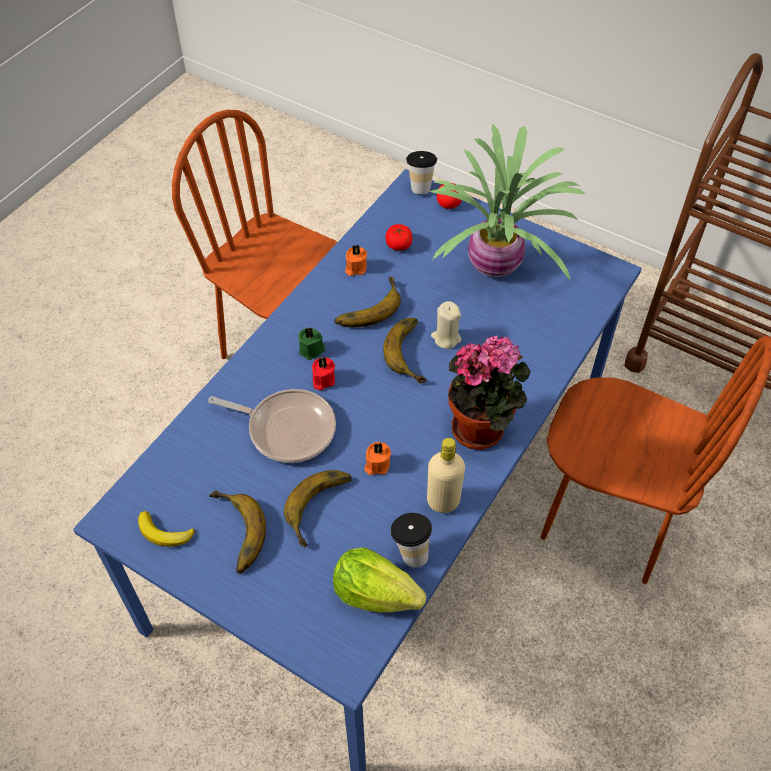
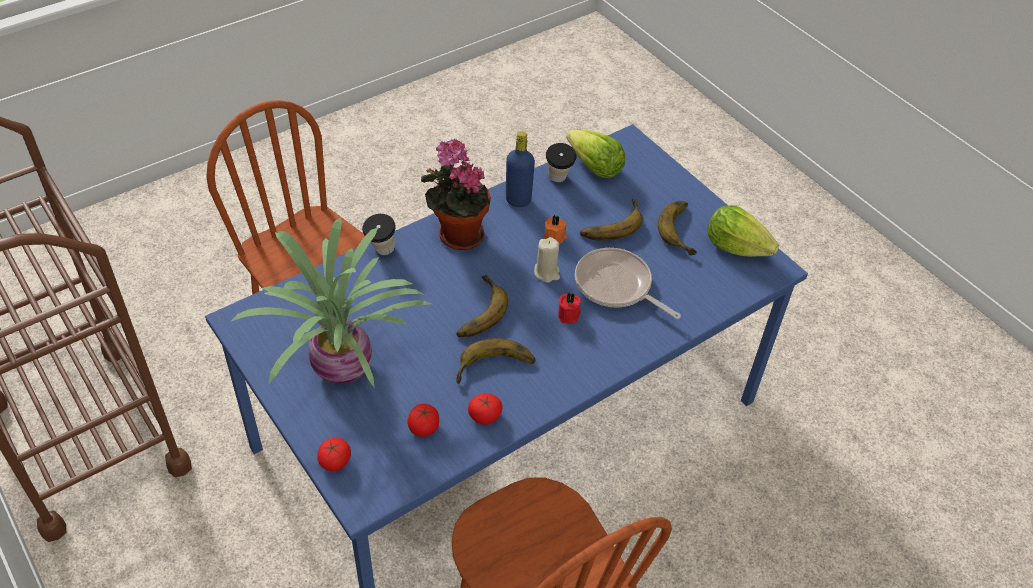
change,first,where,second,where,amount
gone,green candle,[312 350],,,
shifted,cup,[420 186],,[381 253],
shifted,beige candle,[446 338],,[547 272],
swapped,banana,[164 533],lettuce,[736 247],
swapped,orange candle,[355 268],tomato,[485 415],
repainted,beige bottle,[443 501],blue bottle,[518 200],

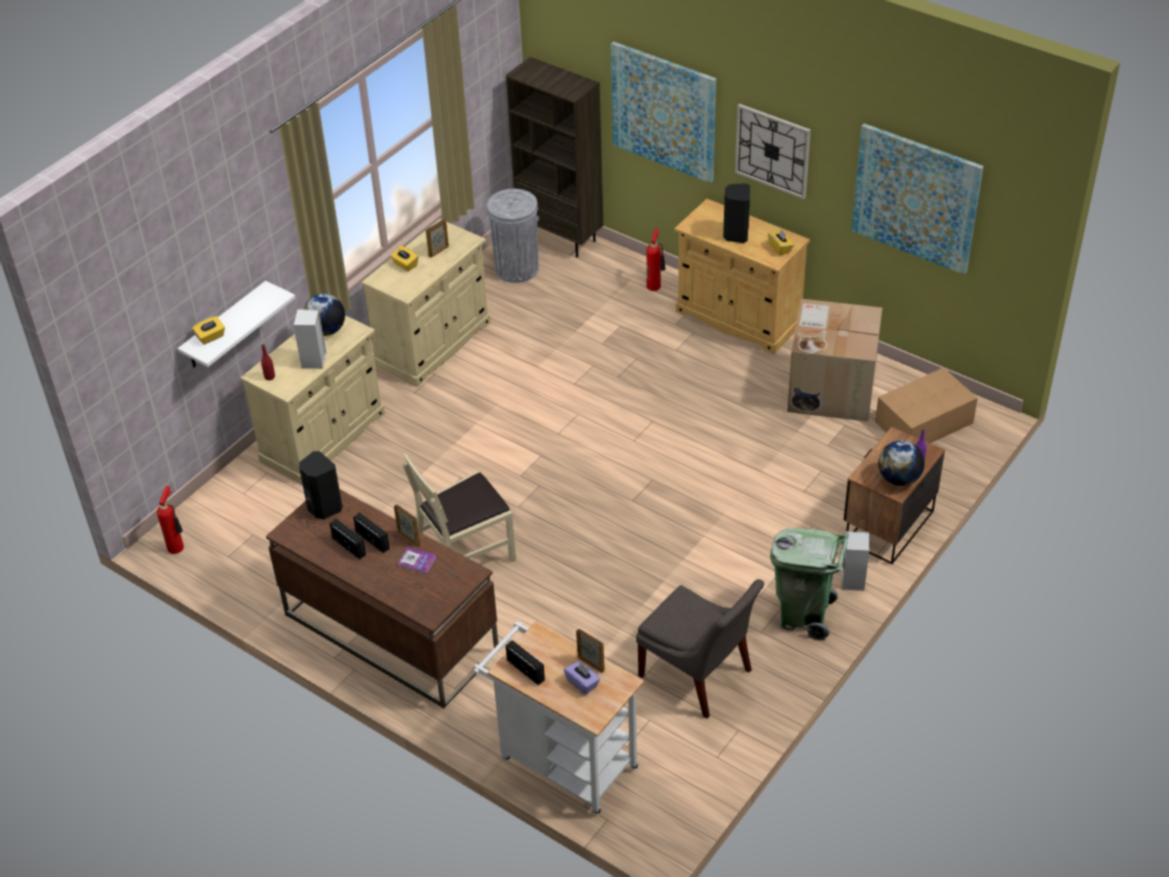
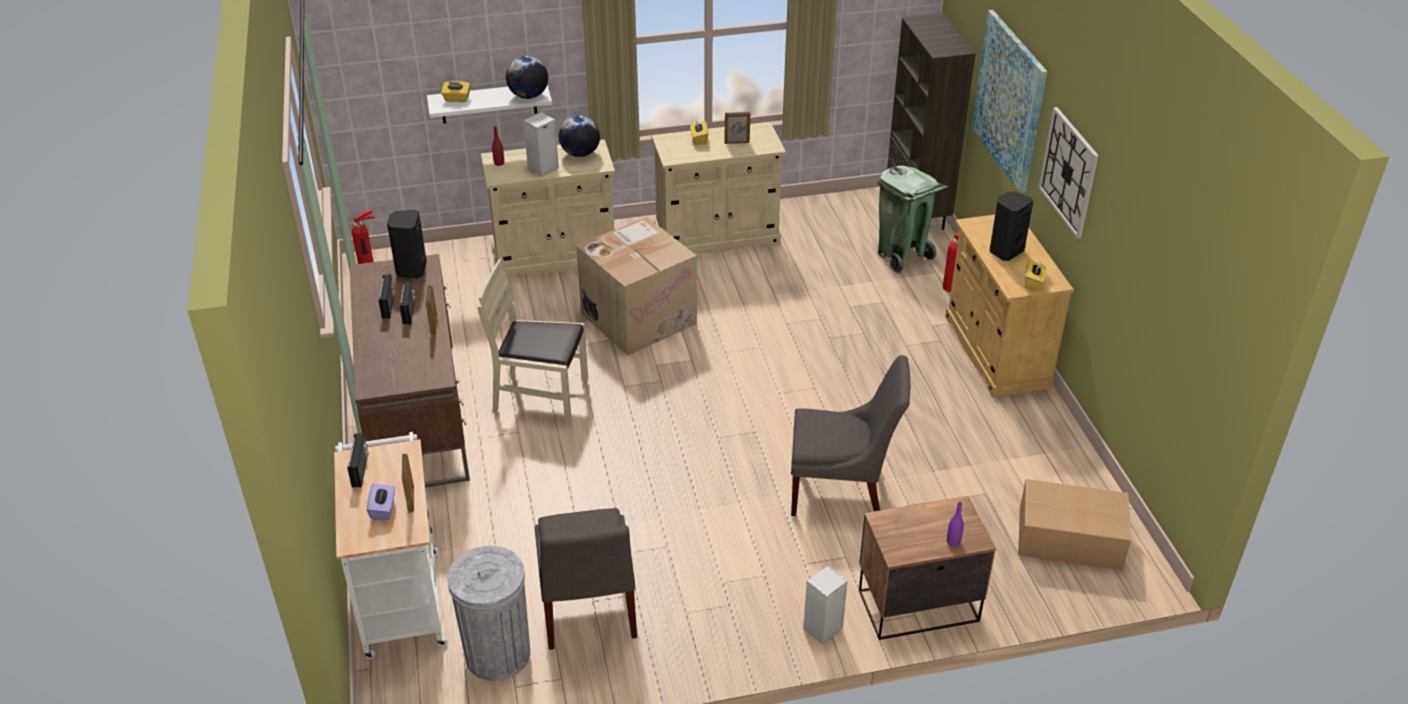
change,first,where,second,where,amount
gone,book,[417 561],,,
gone,picture,[916 198],,,
new,,,grey chair,[842 492],
shifted,grey trash can,[517 269],,[498 654],
shifted,green trash can,[804 615],,[902 255],
shifted,cardboard box,[830 388],,[639 317],
shifted,globe,[899 479],,[528 96],

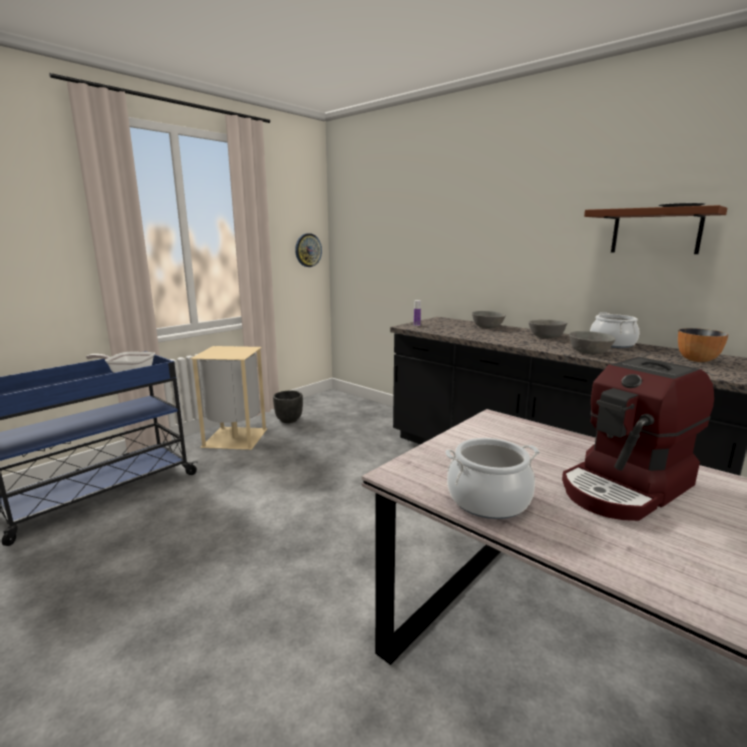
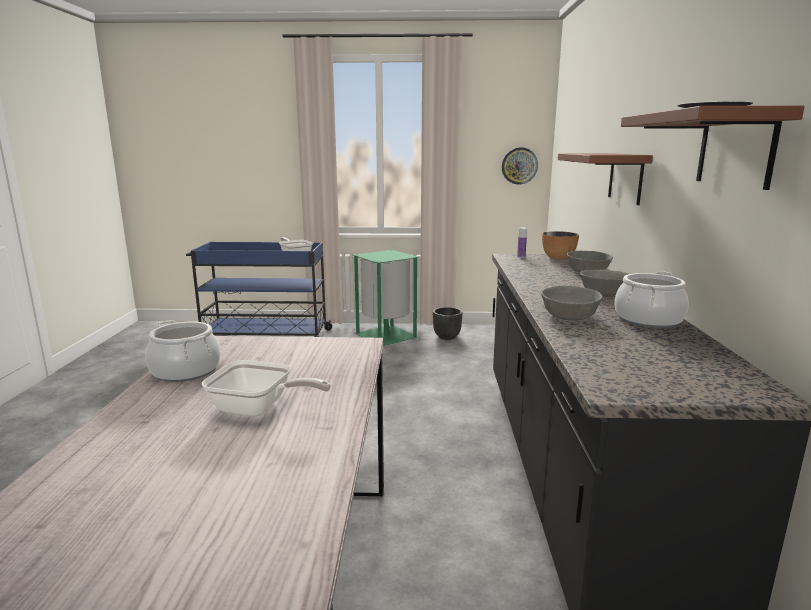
change,first,where,second,where,amount
new,,,brown shelf,[625 177],
shifted,bowl,[697 360],,[558 258],
swapped,coffee machine,[627 488],frying pan,[258 409],
repainted,beige trash can,[236 438],green trash can,[387 335],

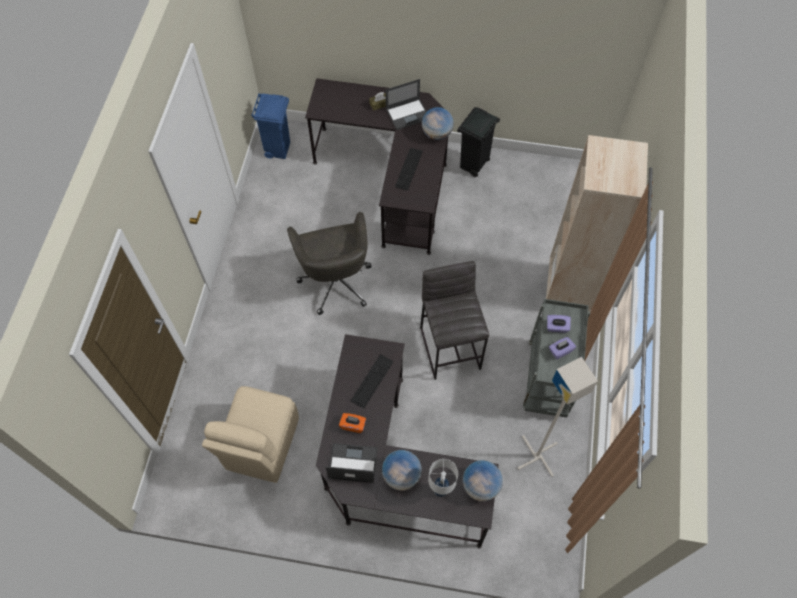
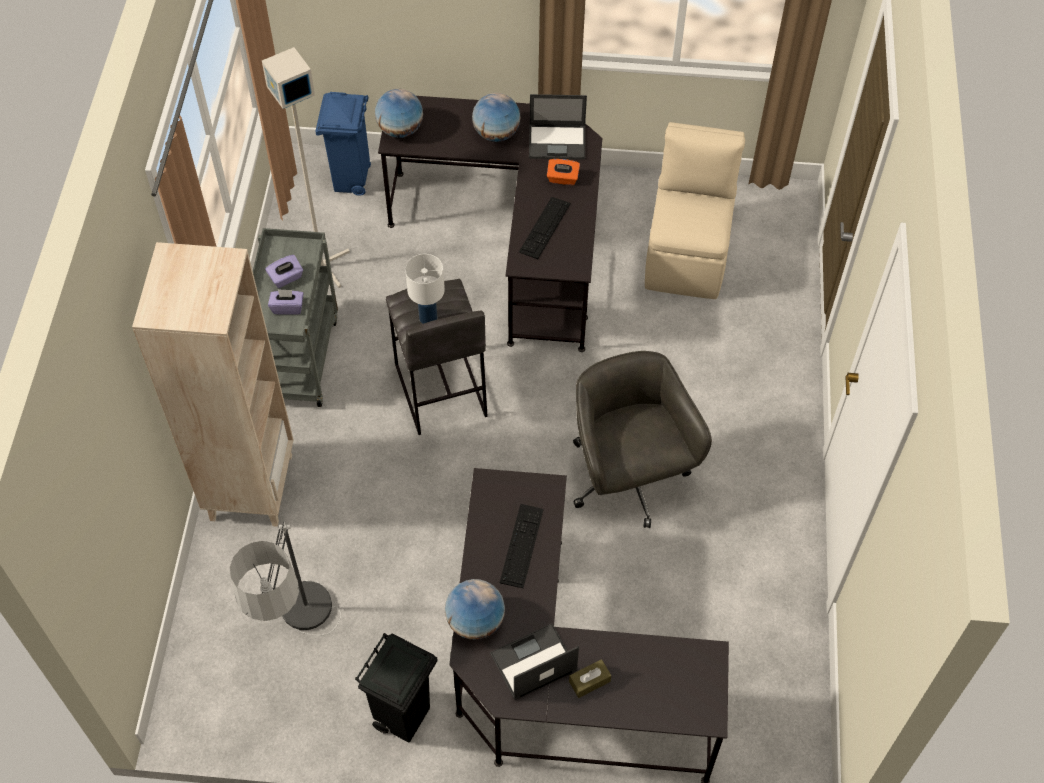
change,first,where,second,where,amount
new,,,floor lamp,[305 646],
shifted,blue trash can,[278 149],,[351 181],
shifted,white table lamp,[441 490],,[427 317],

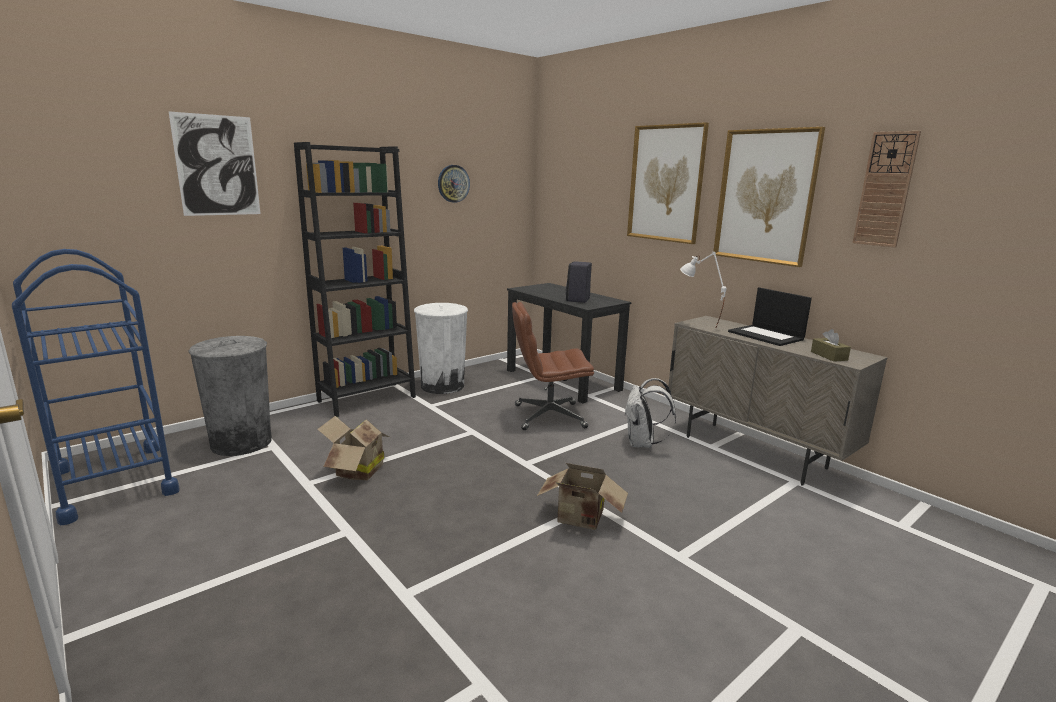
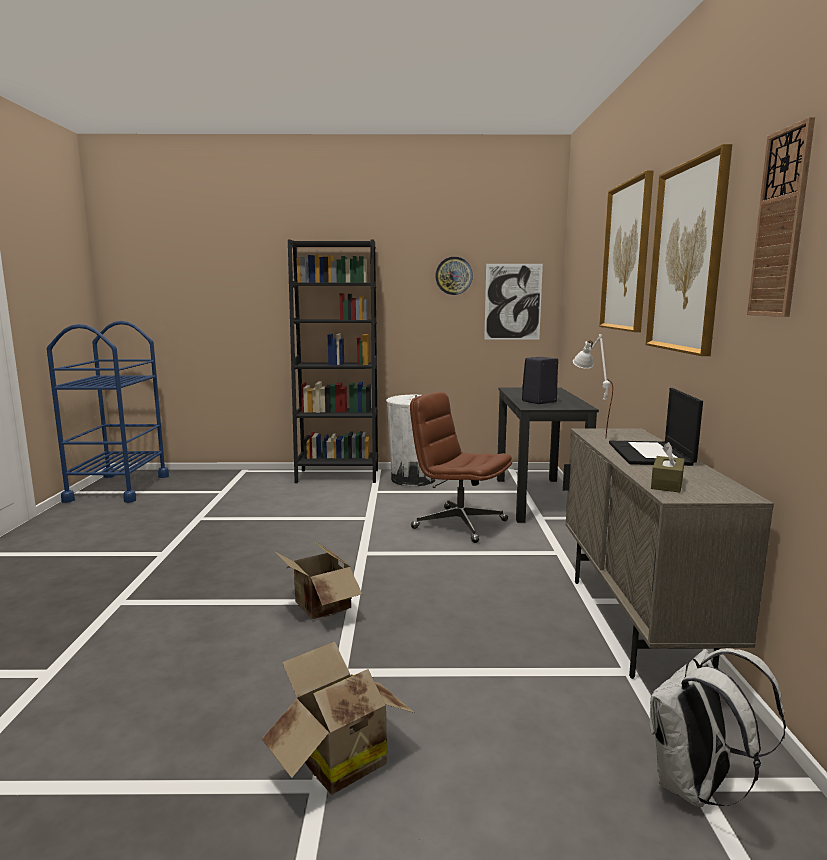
change,first,where,second,where,amount
gone,grey trash can,[241 442],,,
shifted,picture,[217 165],,[513 302],
shifted,cardboard box,[356 471],,[336 759],
shifted,white backpack,[642 444],,[696 787],

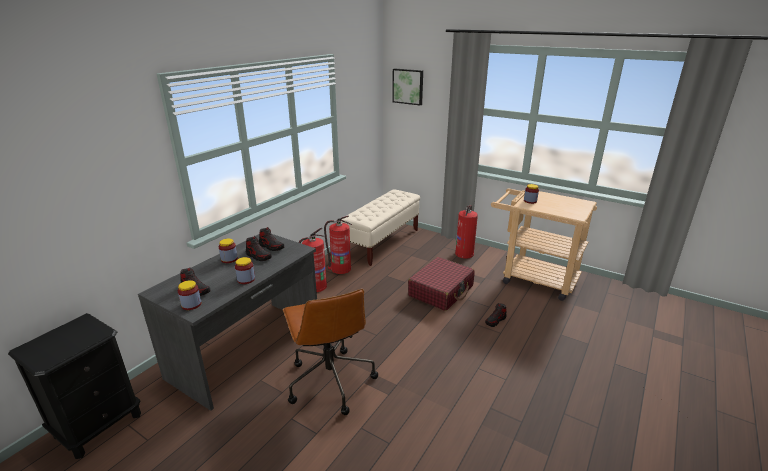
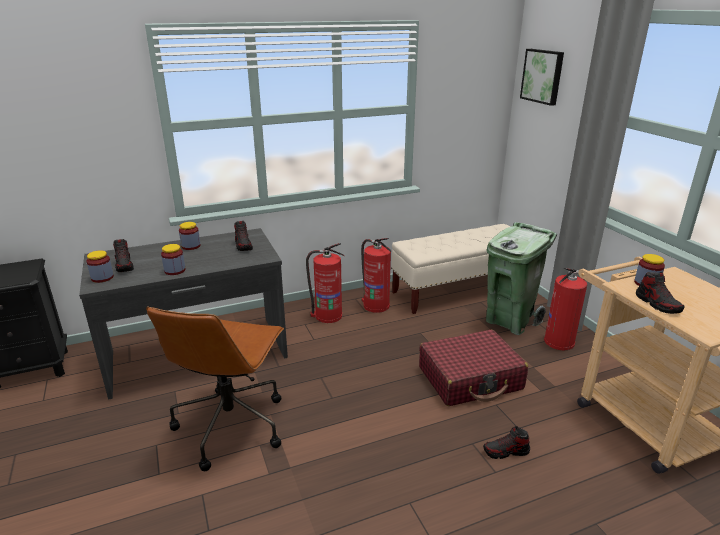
change,first,where,second,where,amount
new,,,green trash can,[510 321],
shifted,shoe,[258 256],,[657 304],

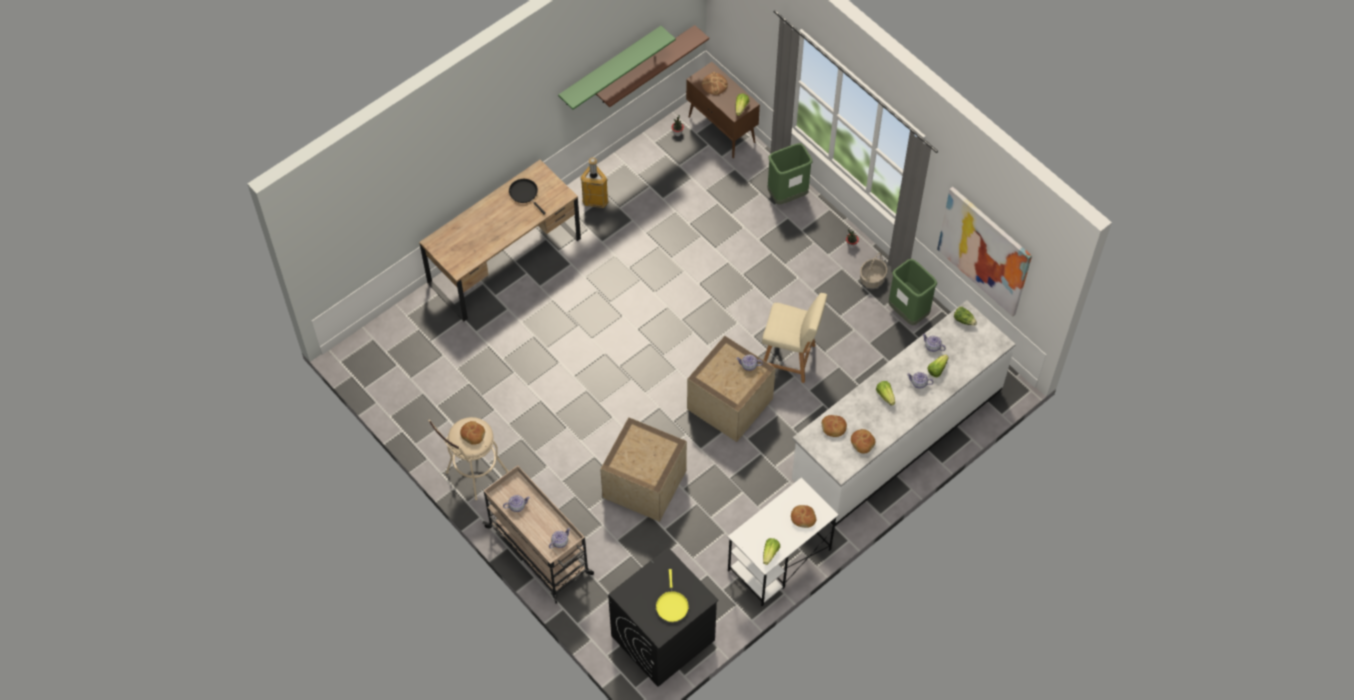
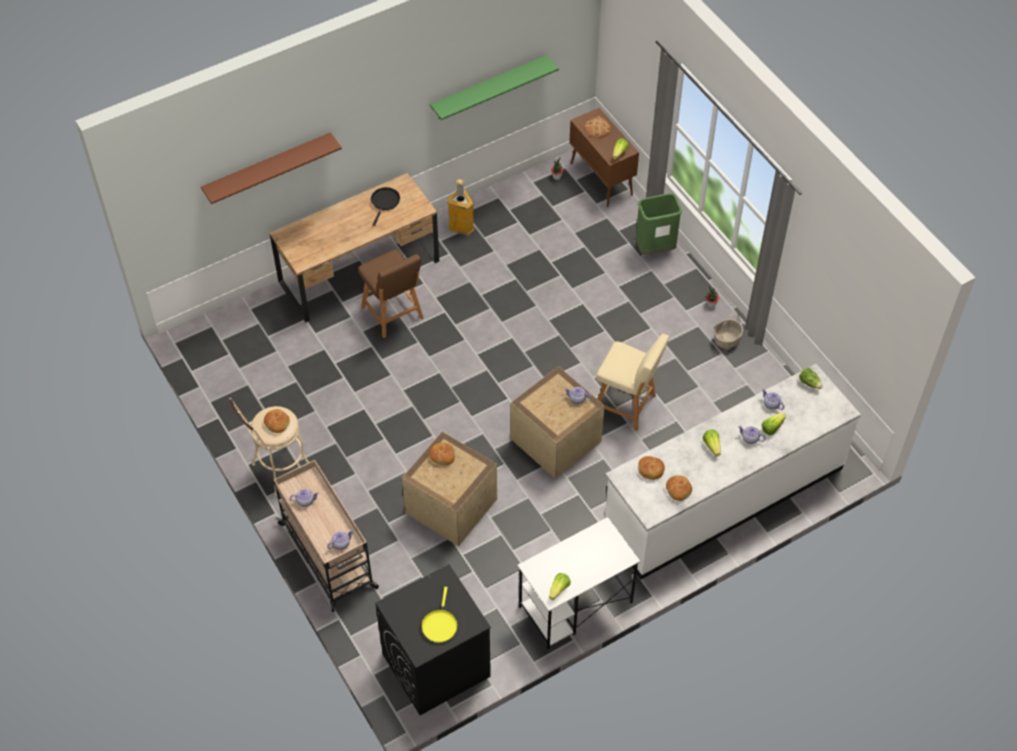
change,first,where,second,where,amount
gone,green trash can,[908 312],,,
gone,picture,[984 251],,,
new,,,brown stool,[394 315],
shifted,brown shelf,[645 65],,[267 167],
shifted,bread,[803 518],,[442 456],
rotated,black frying pan,[525 194],,[384 202],45 degrees clockwise

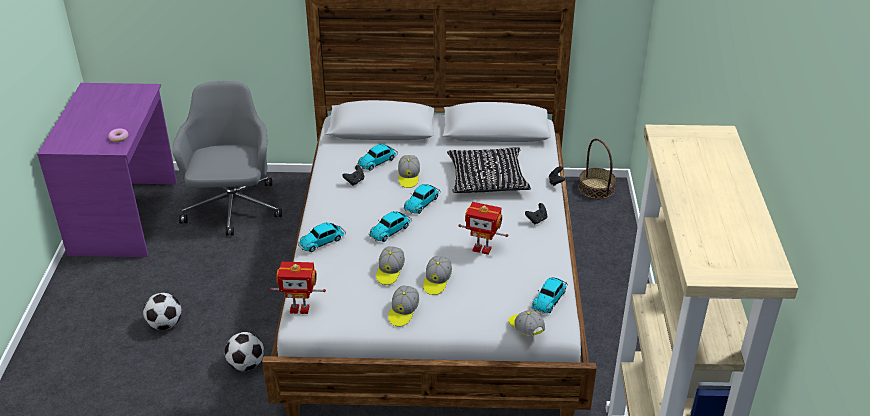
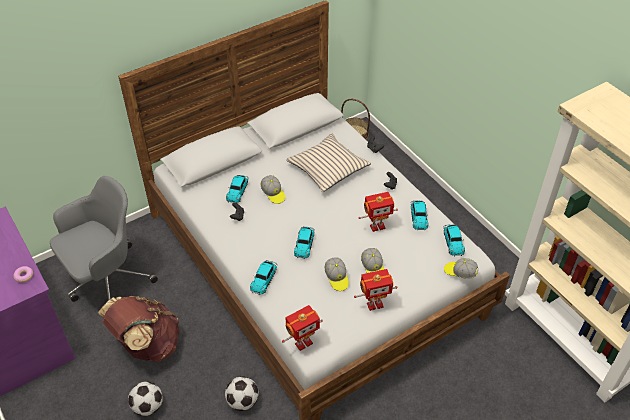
change,first,where,second,where,amount
new,,,brown backpack,[147 345],
shifted,toy car,[422 202],,[418 216],
swapped,cap,[403 312],toy robot,[374 304],
repainted,black pillow,[487 178],beige pillow,[327 168],
rotated,grey office chair,[233 209],,[107 279],90 degrees clockwise

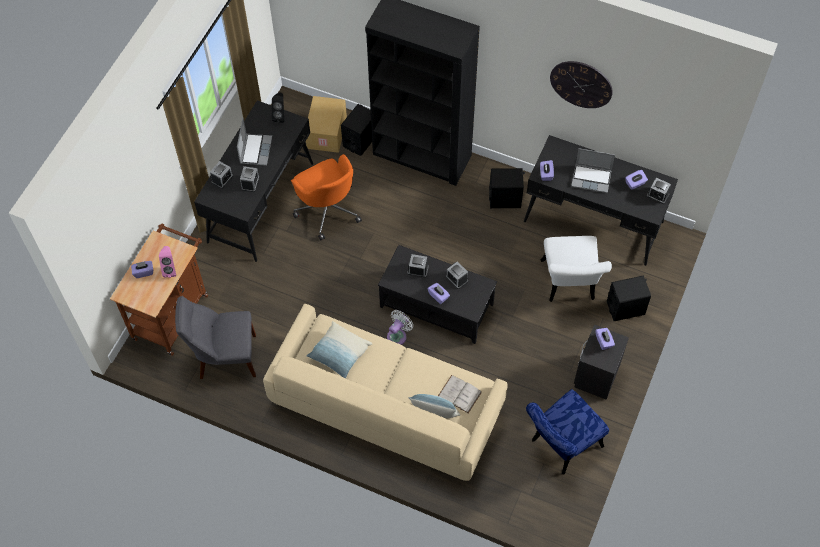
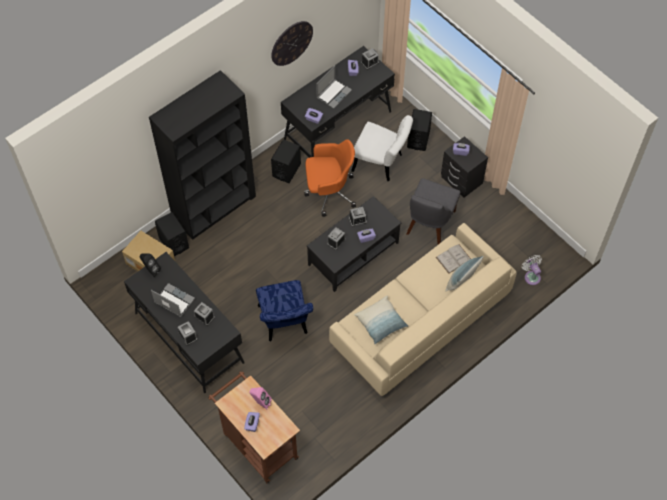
change,first,where,second,where,amount
shifted,grey chair,[224 357],,[429 224],
shifted,orange office chair,[327 209],,[329 192],
shifted,white fan,[398 335],,[531 276],
shifted,blue chair,[561 445],,[284 324],

